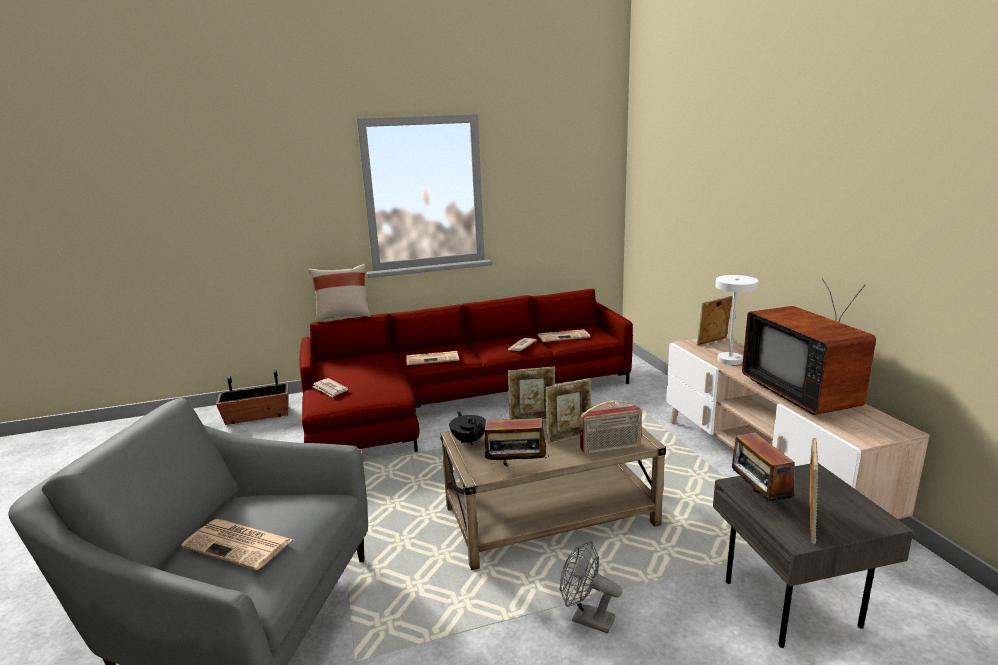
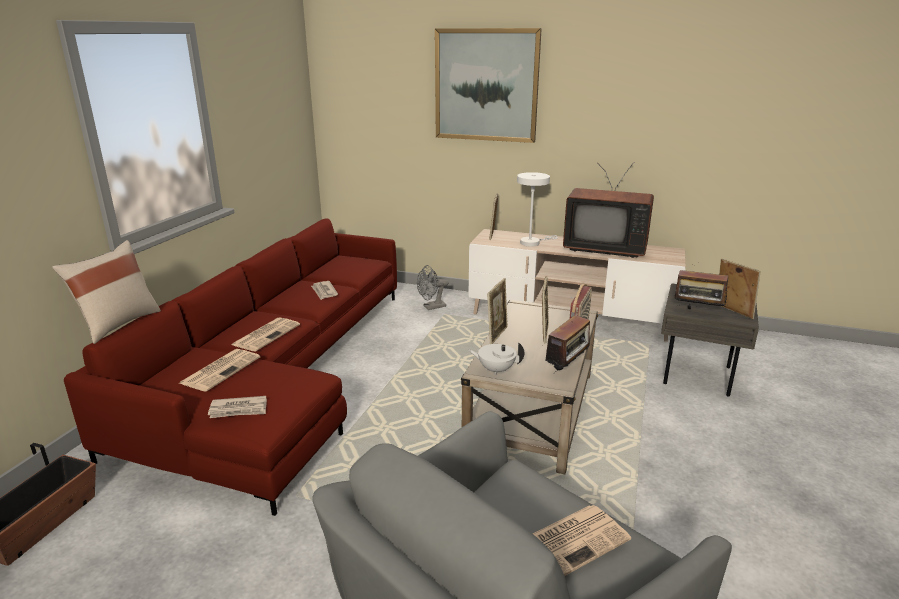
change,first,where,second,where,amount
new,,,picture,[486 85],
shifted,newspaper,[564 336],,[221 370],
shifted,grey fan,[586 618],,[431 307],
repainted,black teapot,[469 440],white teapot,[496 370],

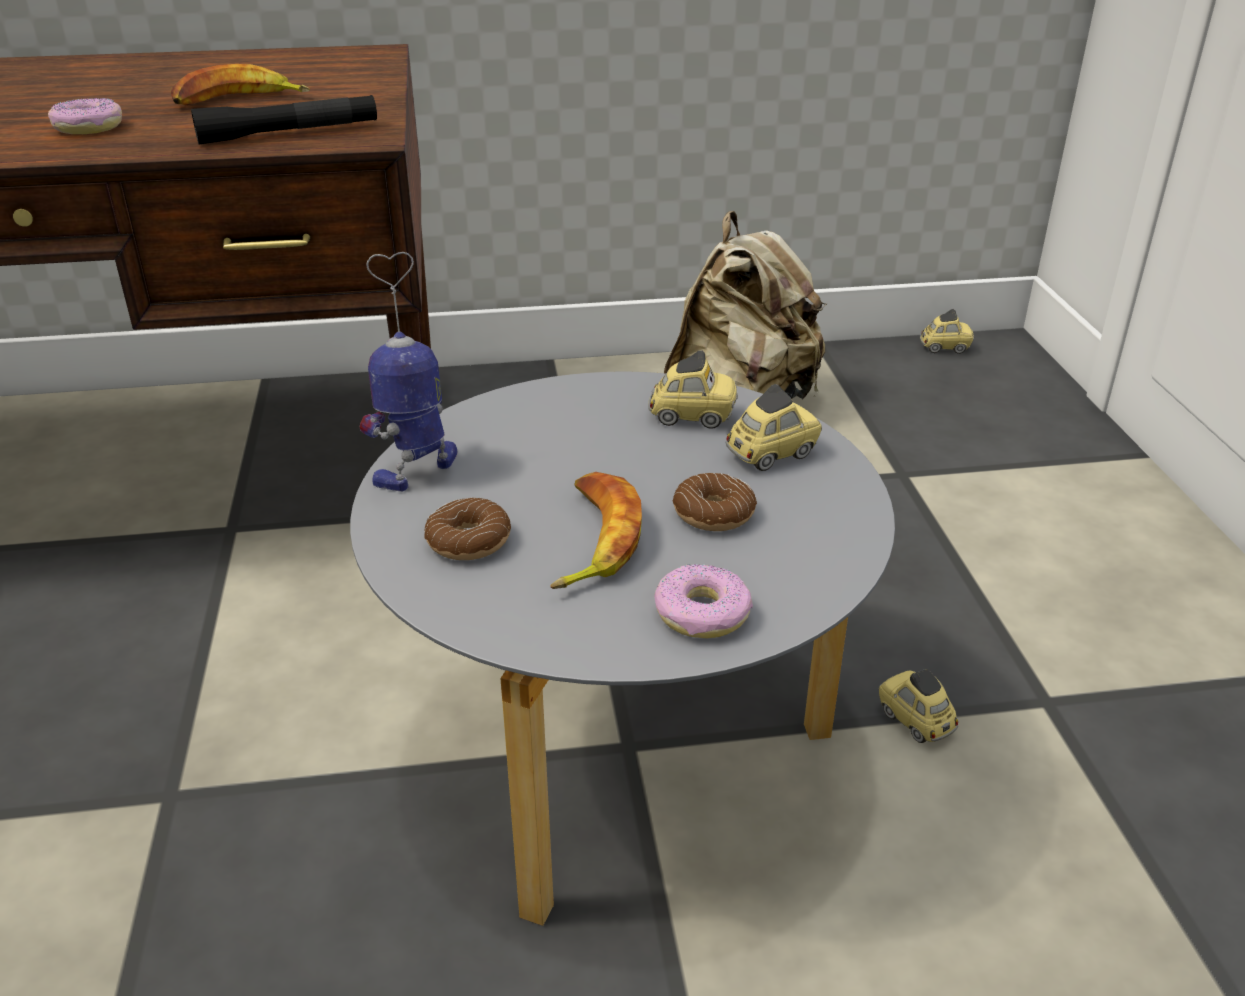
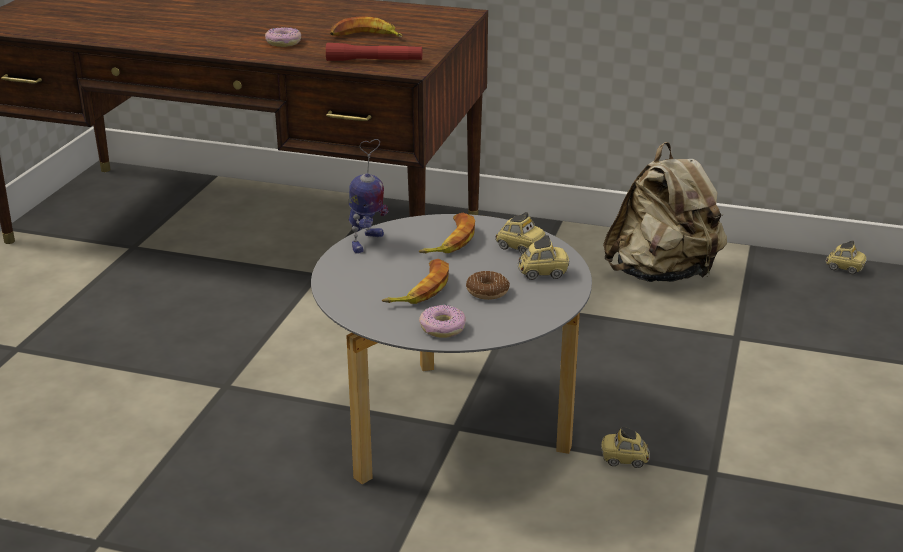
change,first,where,second,where,amount
gone,donut,[469 541],,,
new,,,banana,[450 240],
repainted,black flashlight,[289 133],red flashlight,[374 61],
rotated,toy robot,[419 470],,[366 242],135 degrees clockwise
rotated,toy car,[915 720],,[624 460],75 degrees counterclockwise

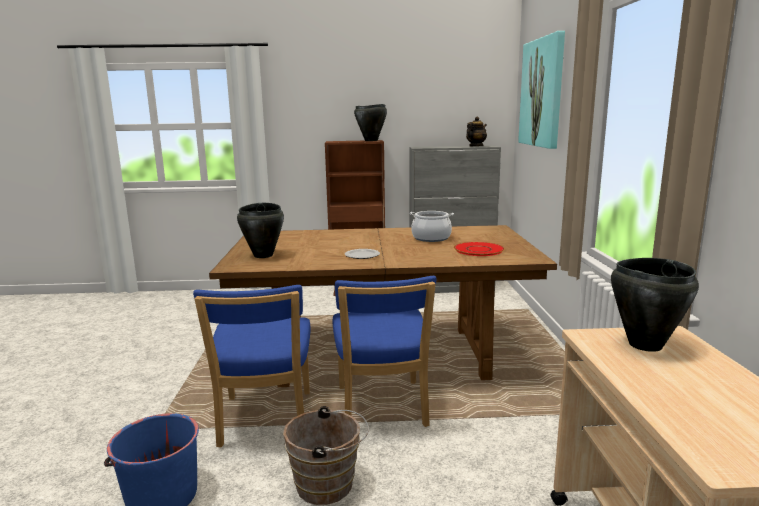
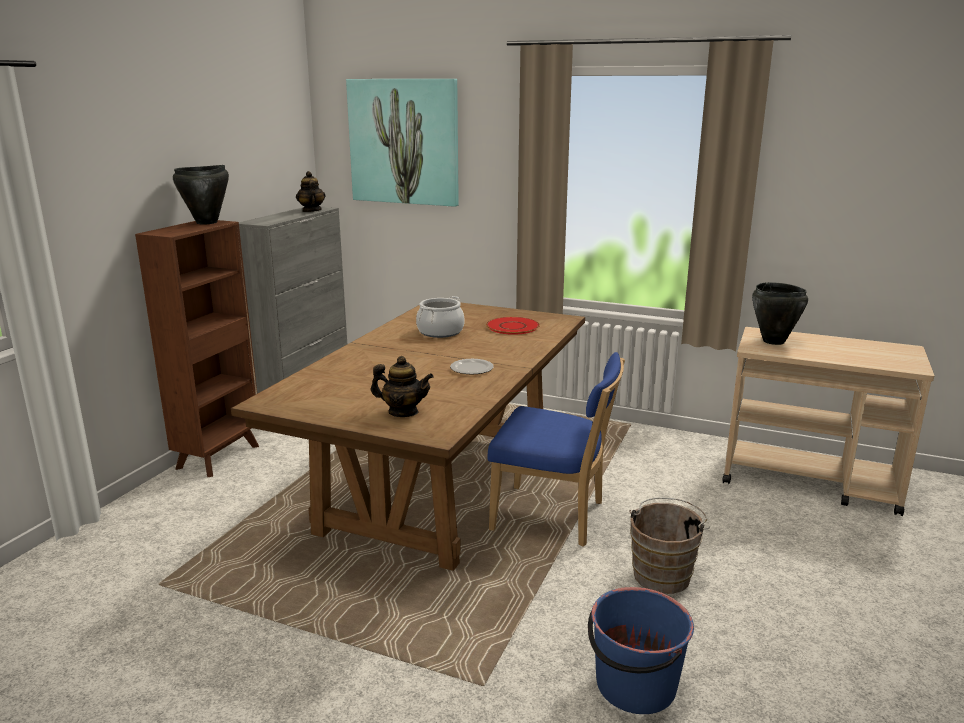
change,first,where,second,where,amount
gone,blue chair,[265 422],,,
swapped,black cooking pot,[264 255],teapot,[403 412],

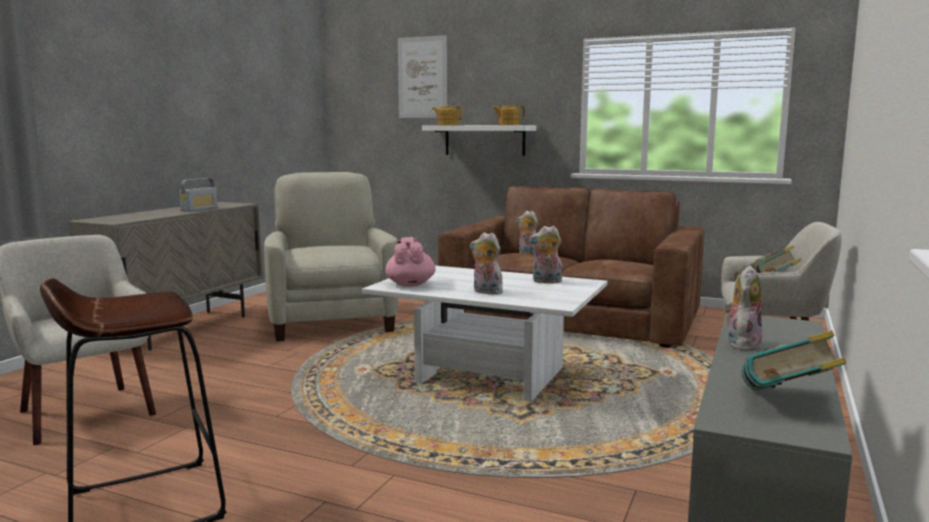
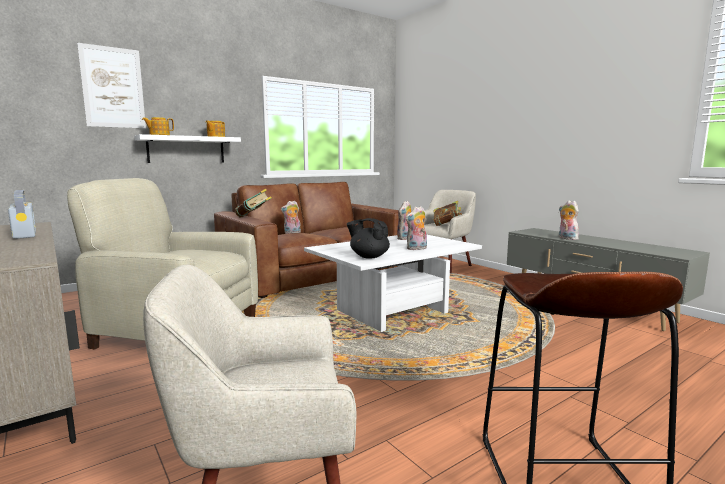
change,first,where,second,where,amount
shifted,book,[787 402],,[253 217],
repainted,pink teapot,[410 284],black teapot,[368 256],

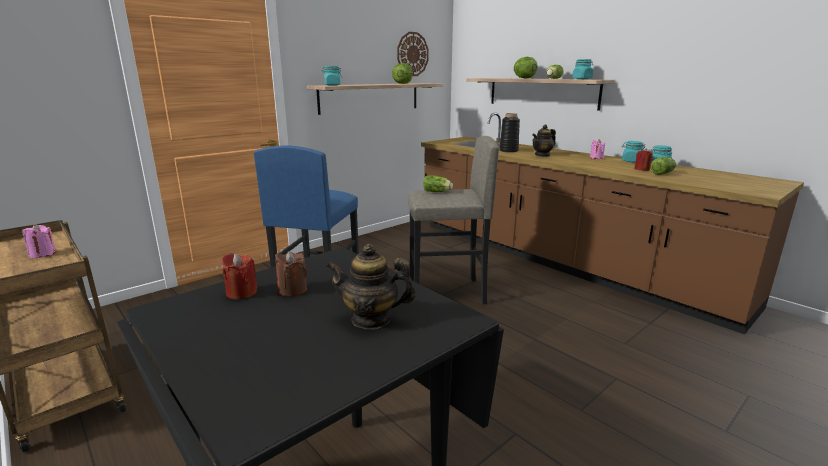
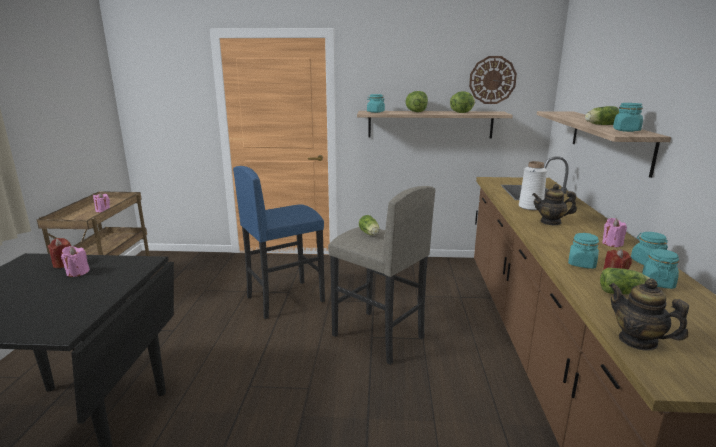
change,first,where,second,where,amount
new,,,turquoise jar,[581 264],
shifted,teapot,[371 319],,[638 341],
shifted,lettuce,[523 78],,[416 112],
repainted,brown candle,[292 290],pink candle,[77 272],
repainted,black vase,[508 151],white vase,[530 207],

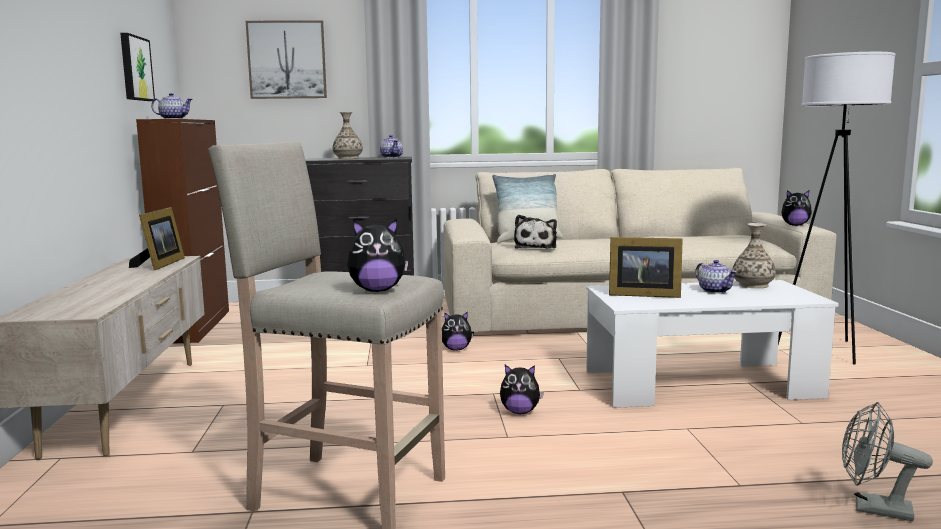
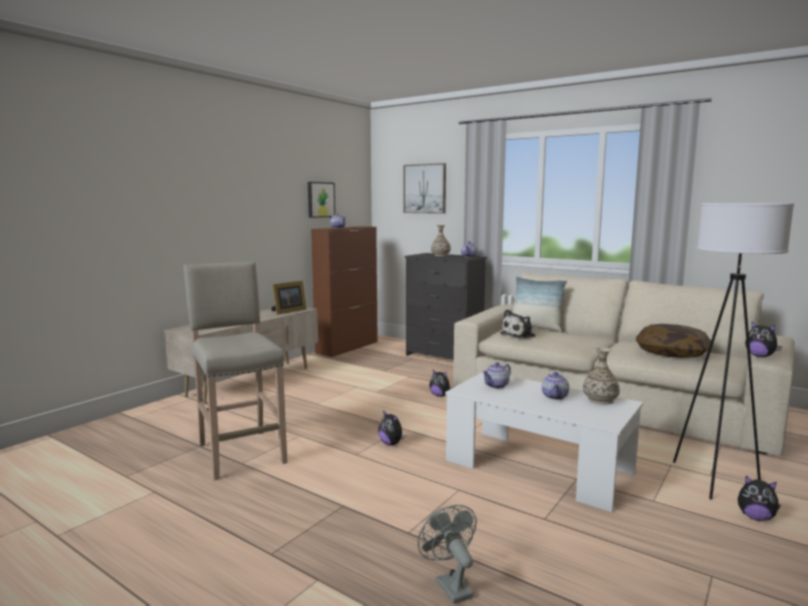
change,first,where,second,where,amount
new,,,pillow,[672 353],
shifted,plush toy,[377 290],,[755 517],
swapped,picture frame,[641 294],teapot,[496 386],

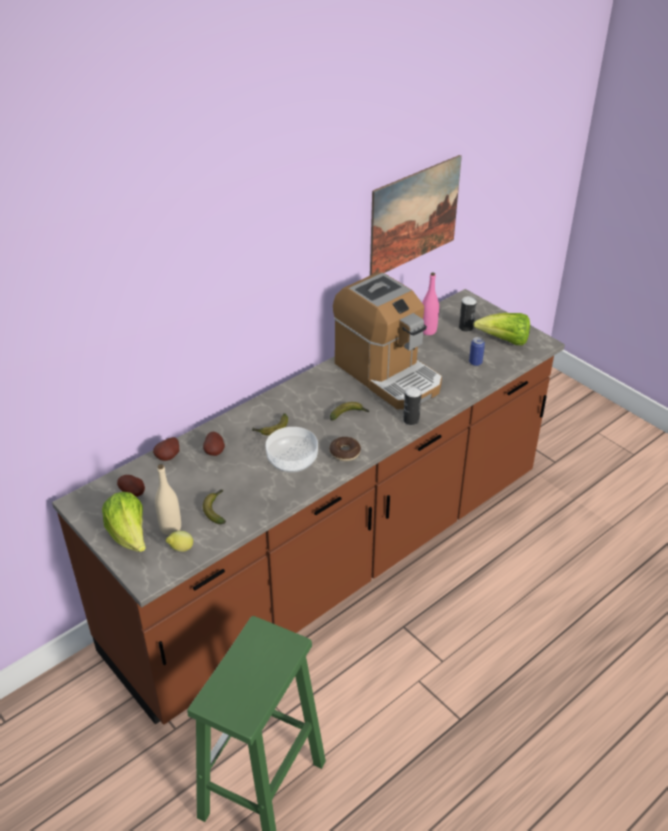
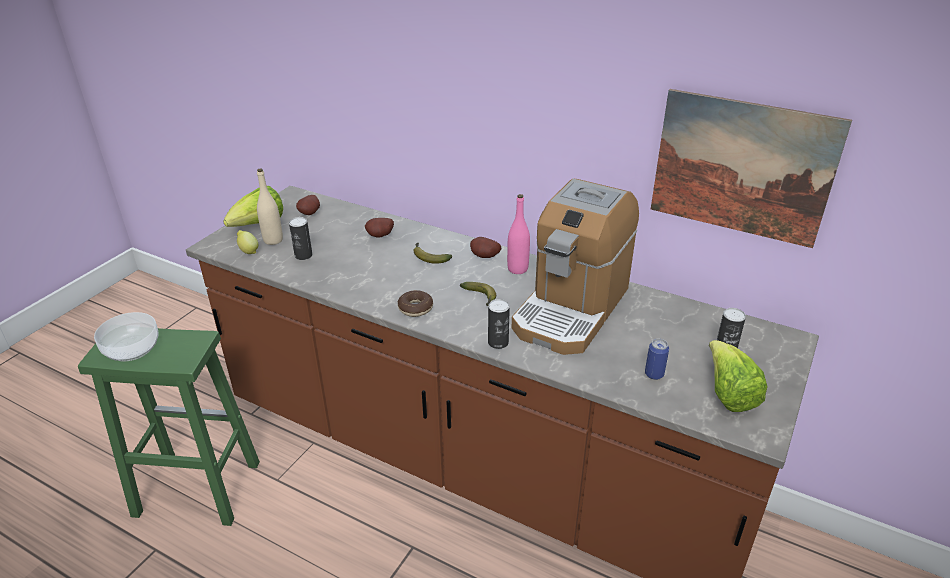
change,first,where,second,where,amount
shifted,potato,[169 457],,[484 257],
shifted,bowl,[291 459],,[132 348],
shifted,pink bottle,[428 331],,[517 269],
swapped,banana,[216 509],can,[303 255],

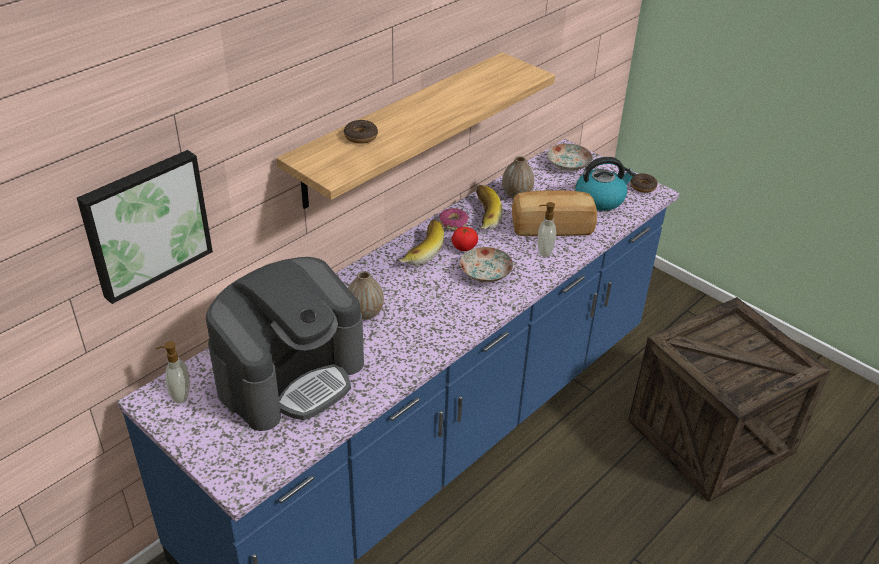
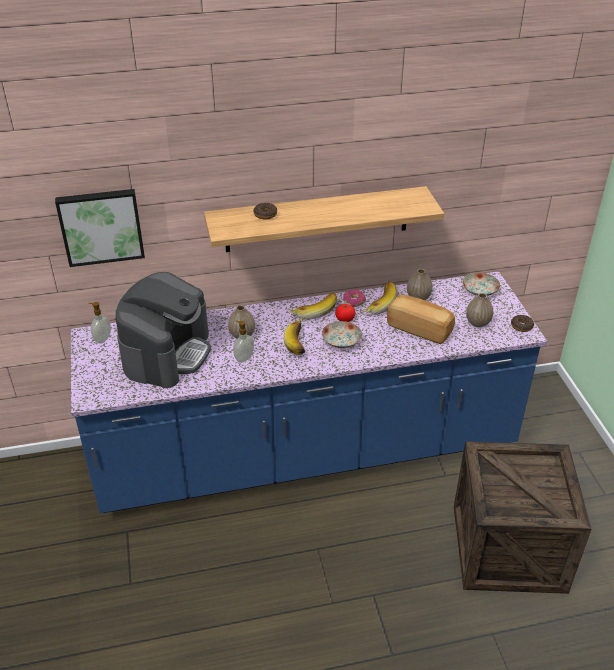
change,first,where,second,where,amount
new,,,banana,[300 343],
shifted,soap dispenser,[543 251],,[243 358],
swapped,kettle,[600 199],vase,[477 323],
rotated,coffee machine,[291 375],,[167 353],60 degrees counterclockwise

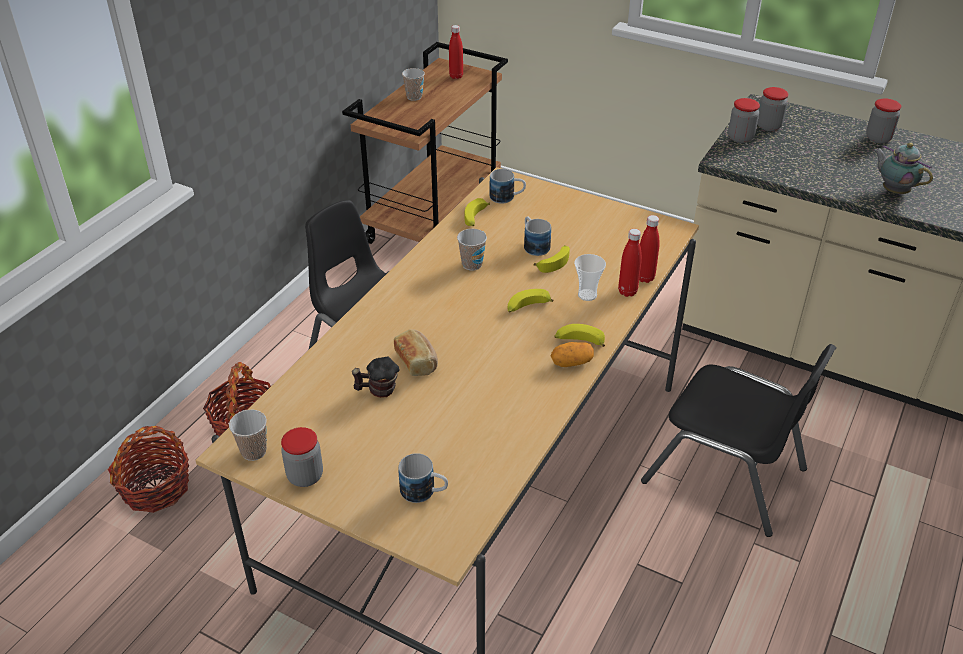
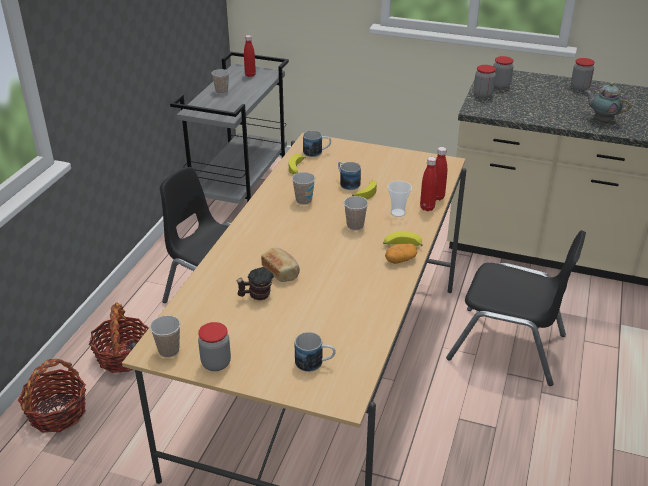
change,first,where,second,where,amount
swapped,banana,[527 307],cup,[355 226],
repainted,brown cart,[433 221],grey cart,[240 190],

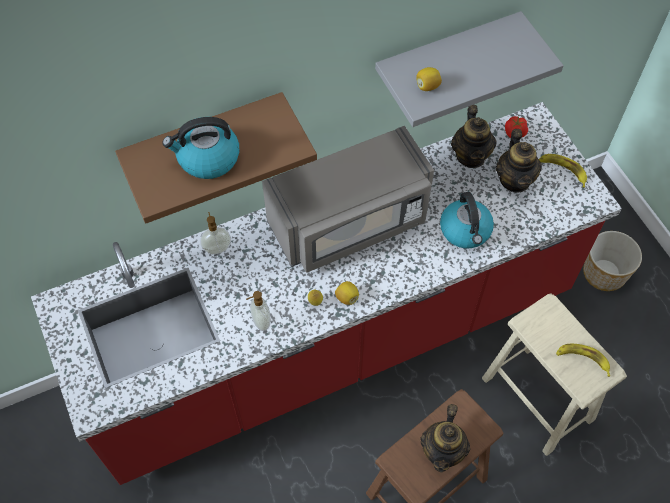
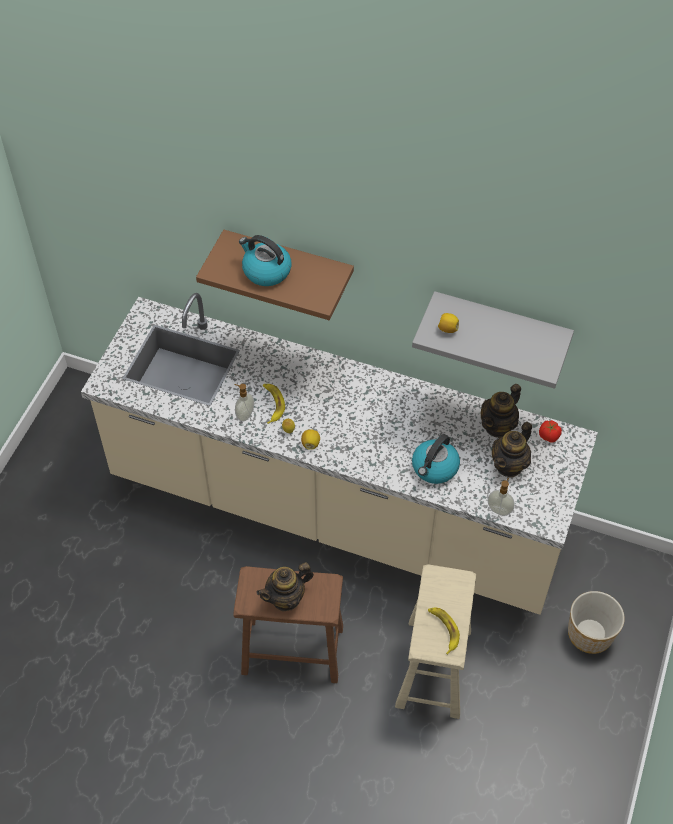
change,first,where,second,where,amount
gone,grey microwave,[350 223],,,
shifted,soap dispenser,[217 248],,[499 509],
shifted,banana,[562 170],,[272 404],
repainted,red counter,[335 342],beige counter,[336 509],

